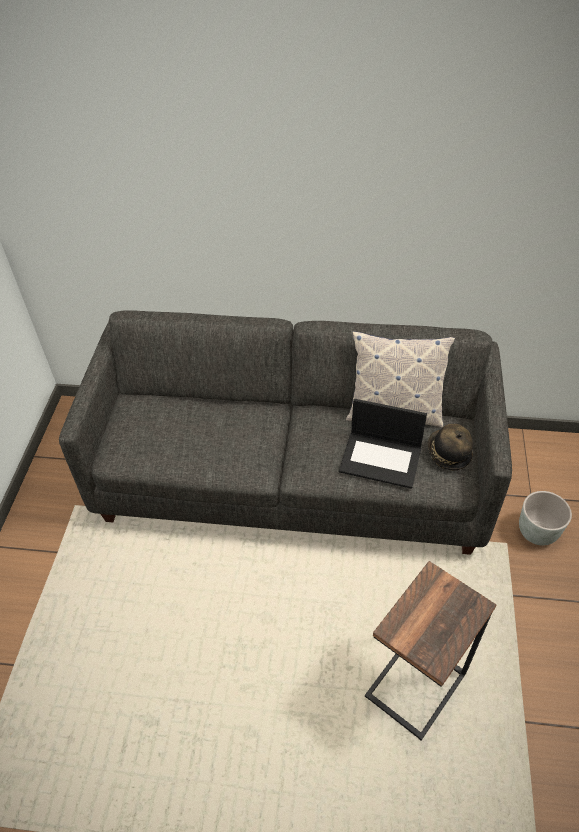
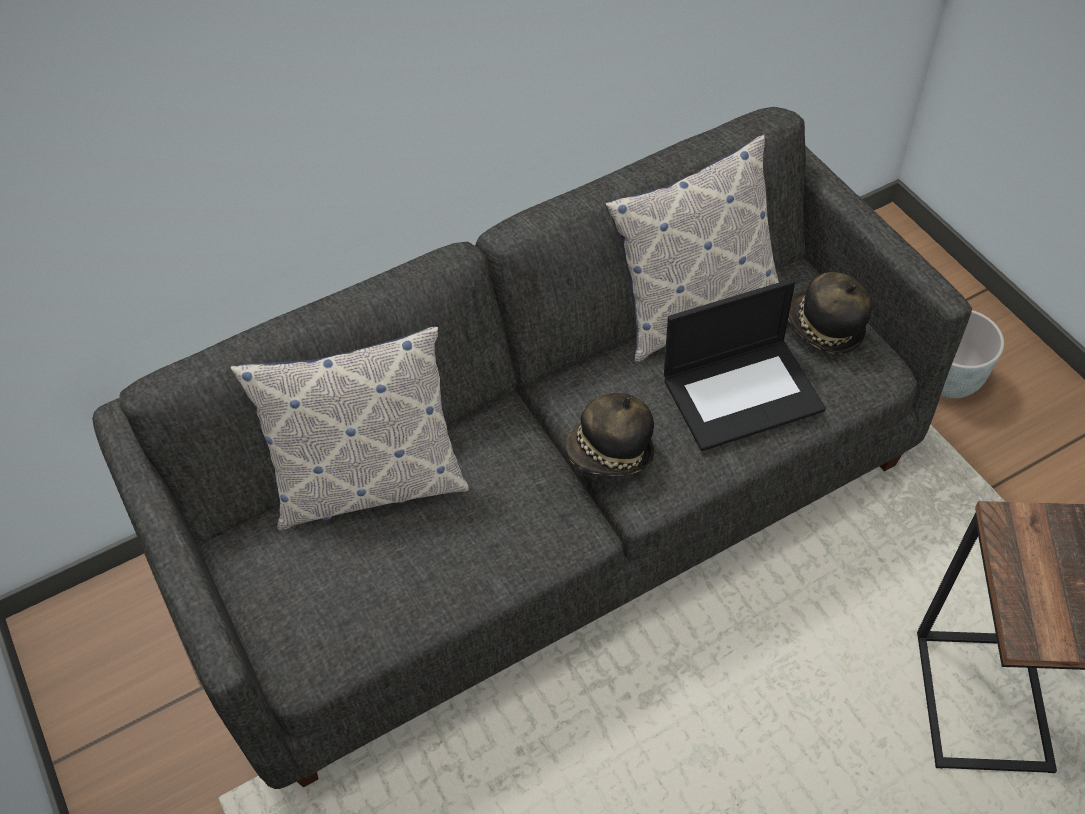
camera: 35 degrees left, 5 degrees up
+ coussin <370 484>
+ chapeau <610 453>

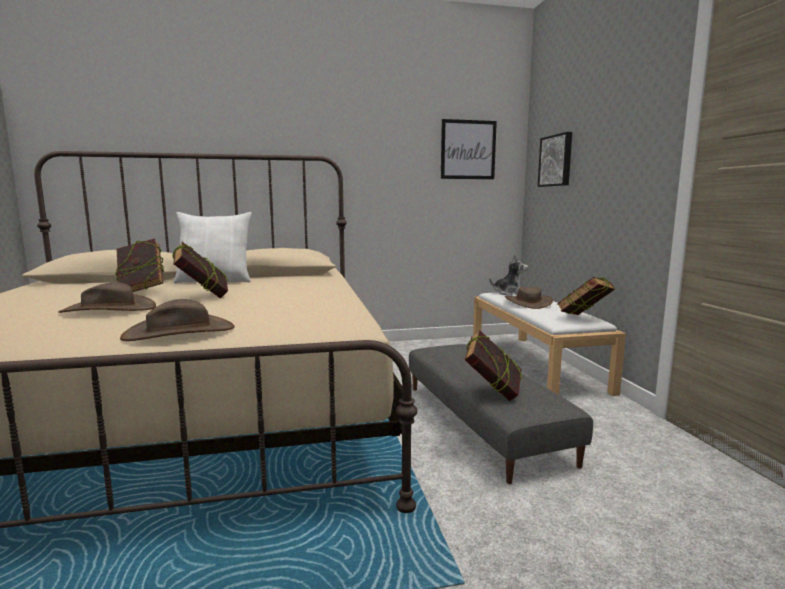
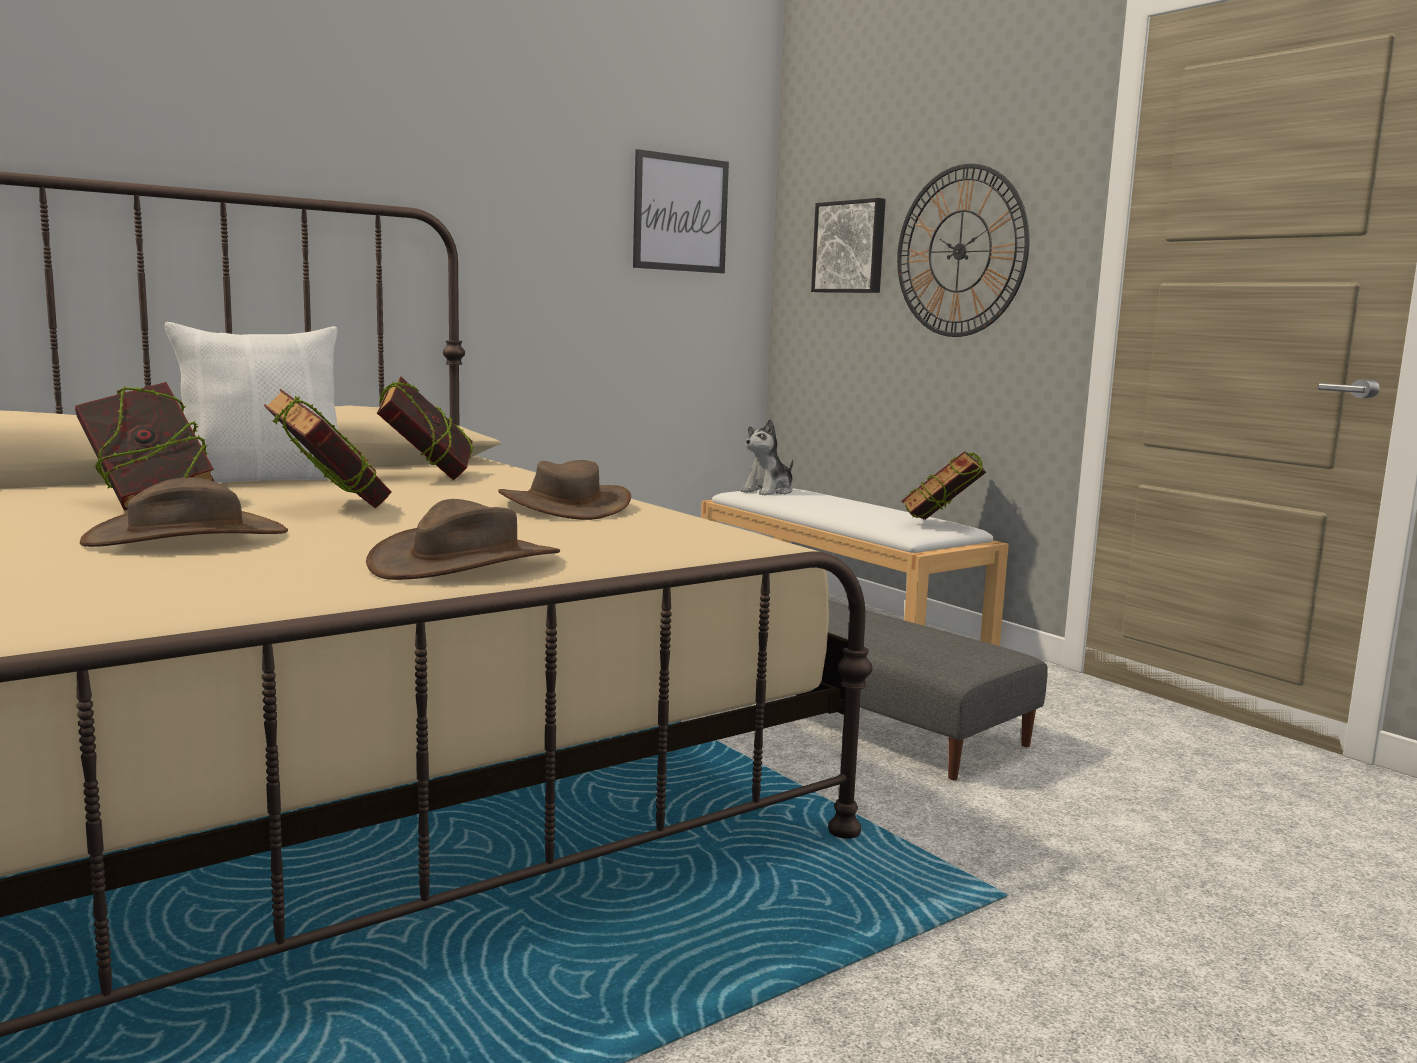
camera: 25 degrees left, 0 degrees up
~ livre <492 393> to <427 476>
~ chapeau [marron] <528 303> to <564 506>
~ peluche <509 293> = <768 491> 150 degrees clockwise
+ horloge murale <960 251>

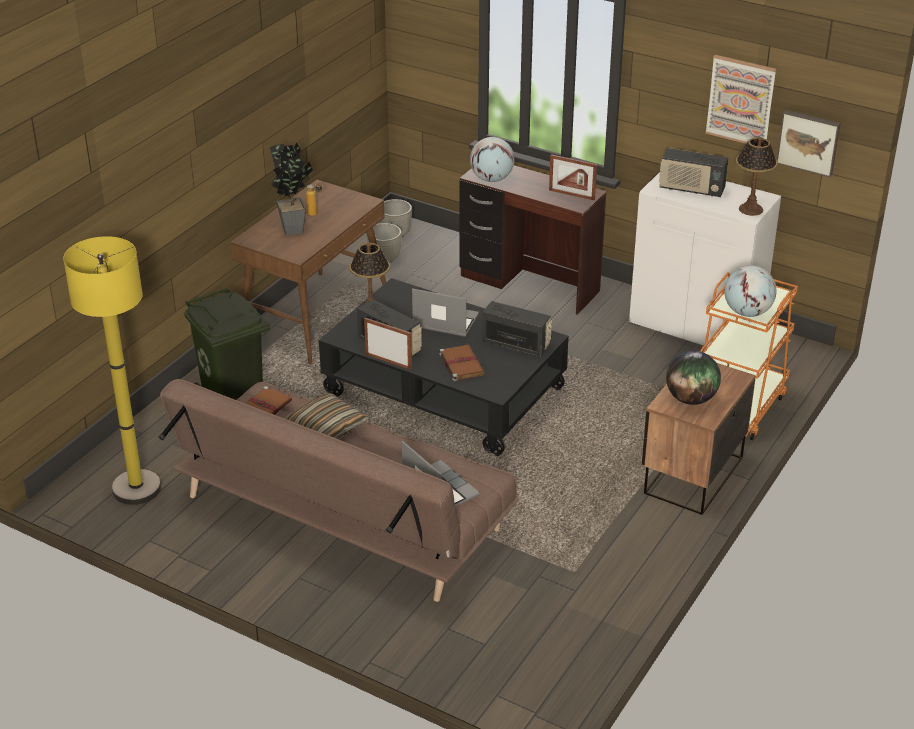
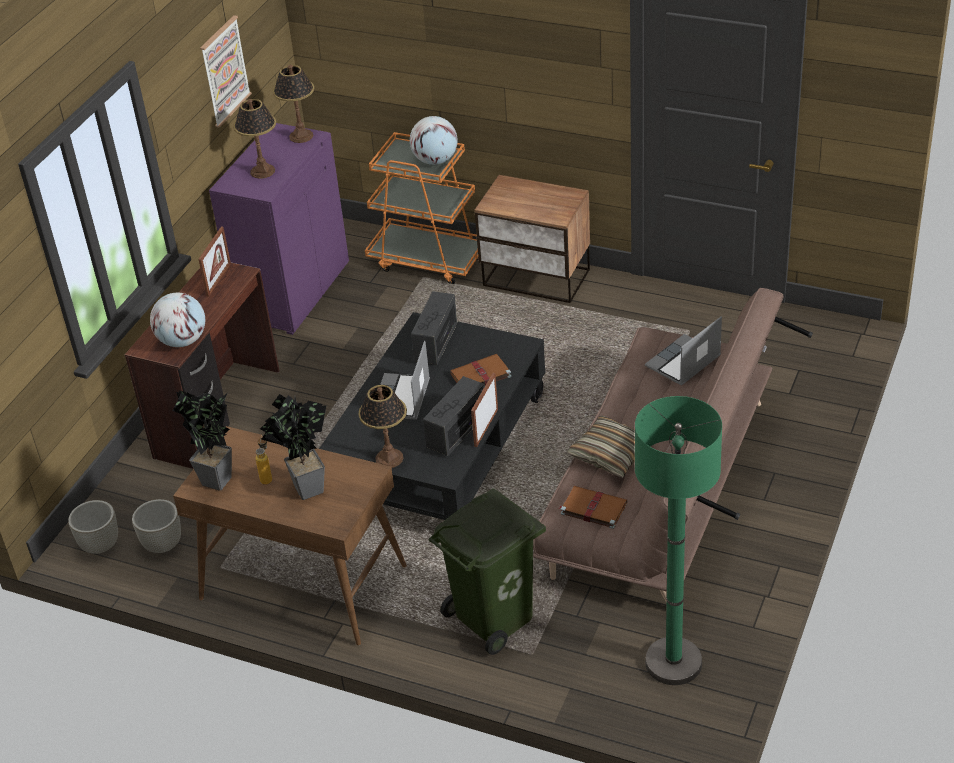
camera: 95 degrees left, 5 degrees up
+ plante en pot <219 483>
~ meuble de rangement [blanc] <696 325> to meuble de rangement [violet] <293 291>
~ radio <691 189> to lampe de table <263 171>
~ lampadaire [jaune] <136 489> to lampadaire [vert] <673 662>
- globe <691 399>
- tableau <809 142>

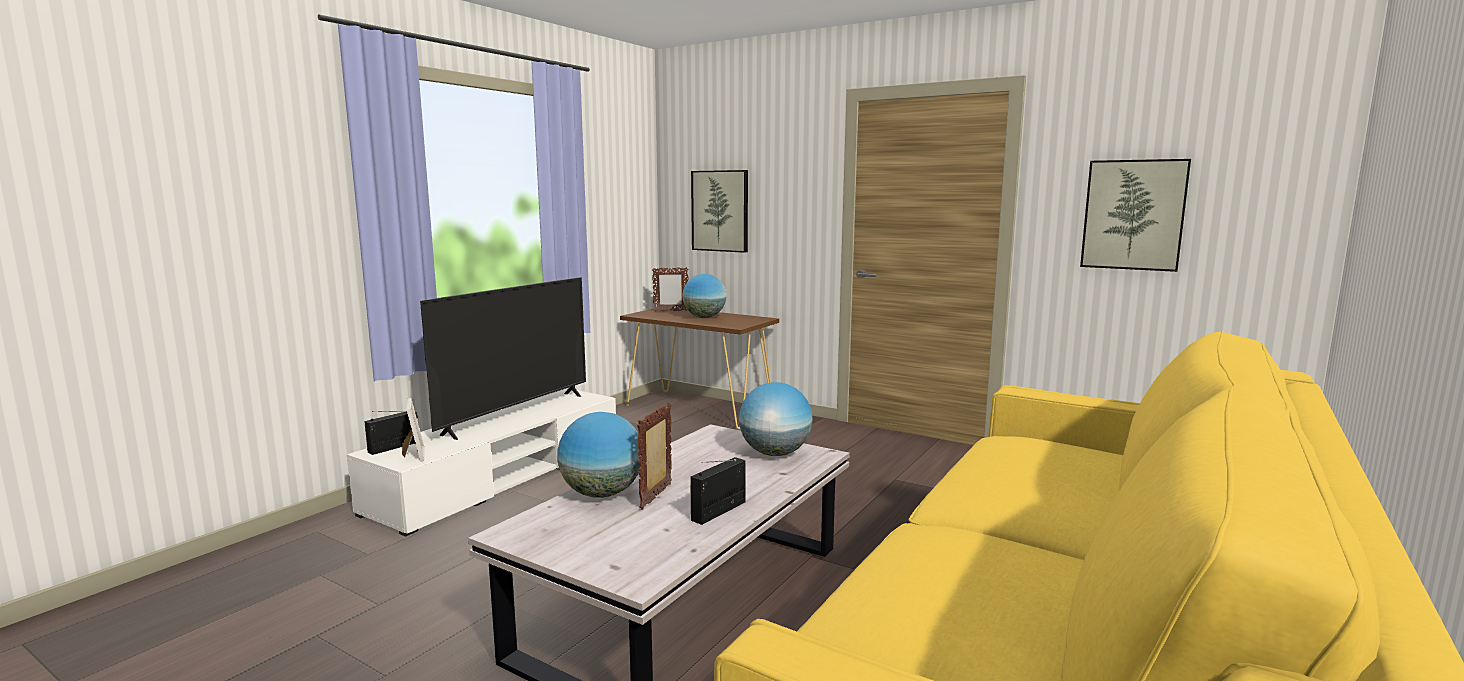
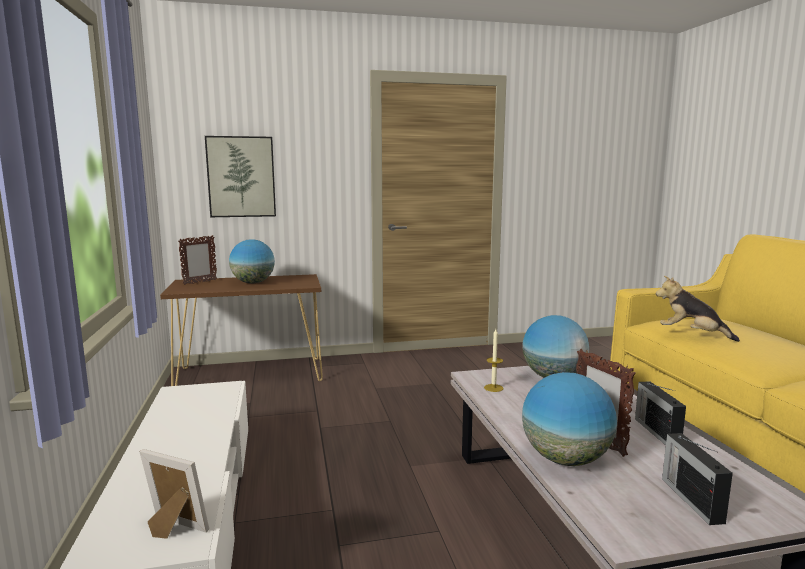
camera: 45 degrees left, 0 degrees up
+ bougie <493 388>
+ peluche <692 334>
~ radio <395 447> to <691 499>
- téléviseur <516 414>
- tableau <1133 215>

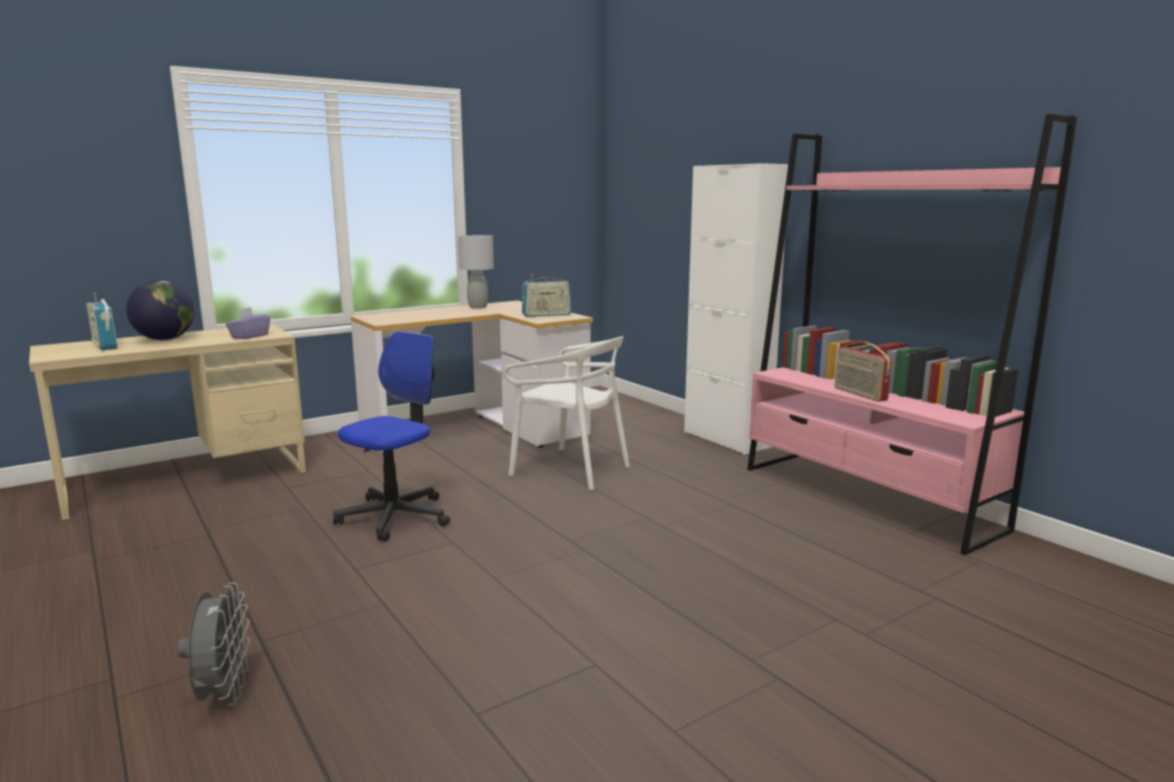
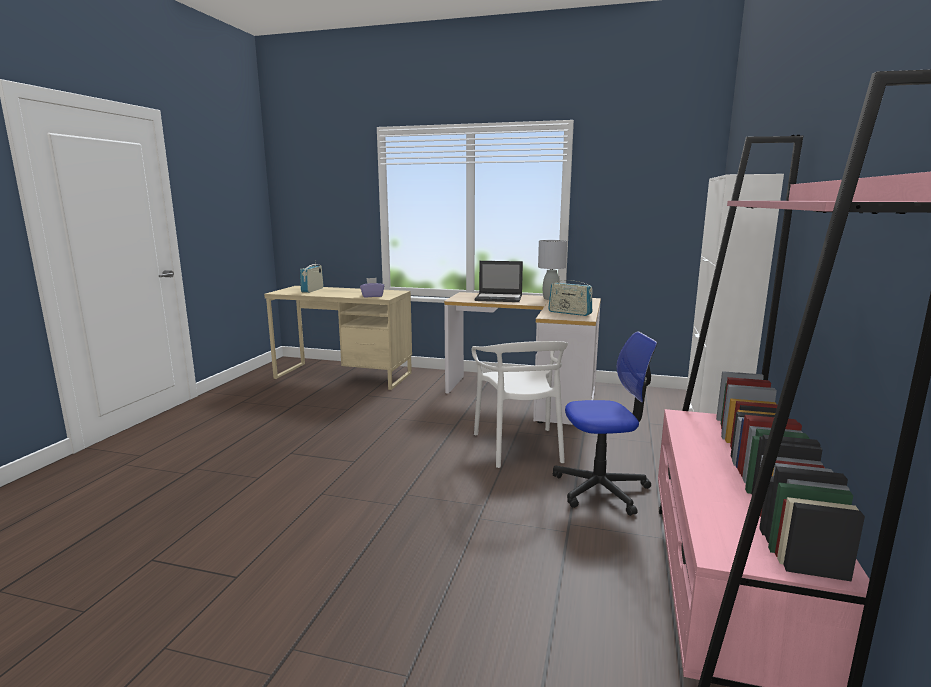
camera: 50 degrees right, 0 degrees up
+ ordinateur portable <499 298>
~ chaise de bureau <395 517> to <601 489>
- globe <165 339>
- ventilateur [gris] <223 694>
- radio <859 394>

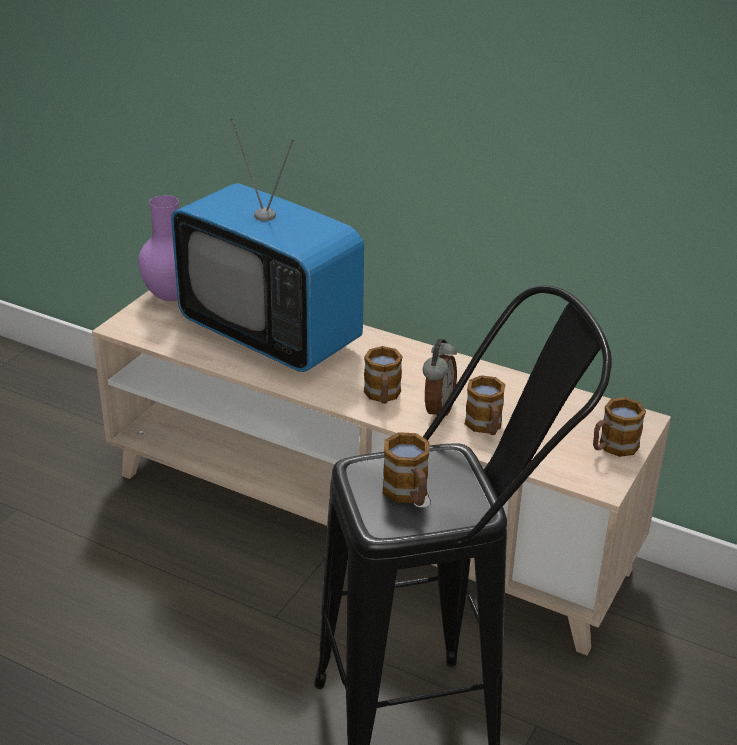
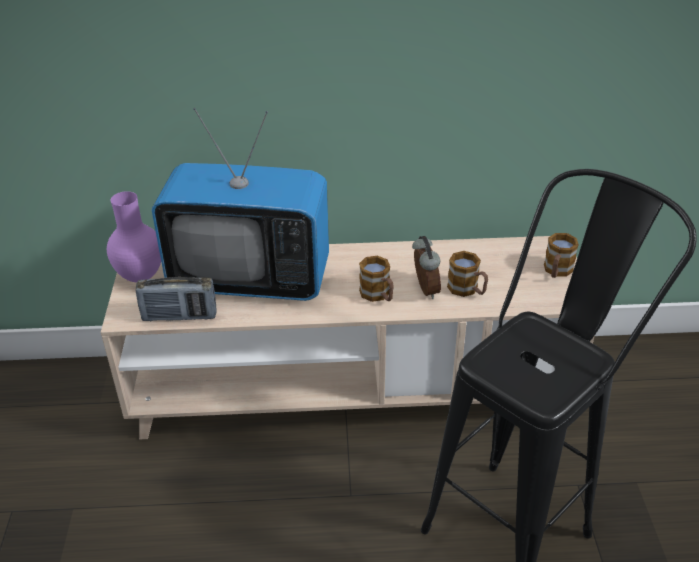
camera: 30 degrees left, 5 degrees up
+ radio <179 316>
- mug <408 495>

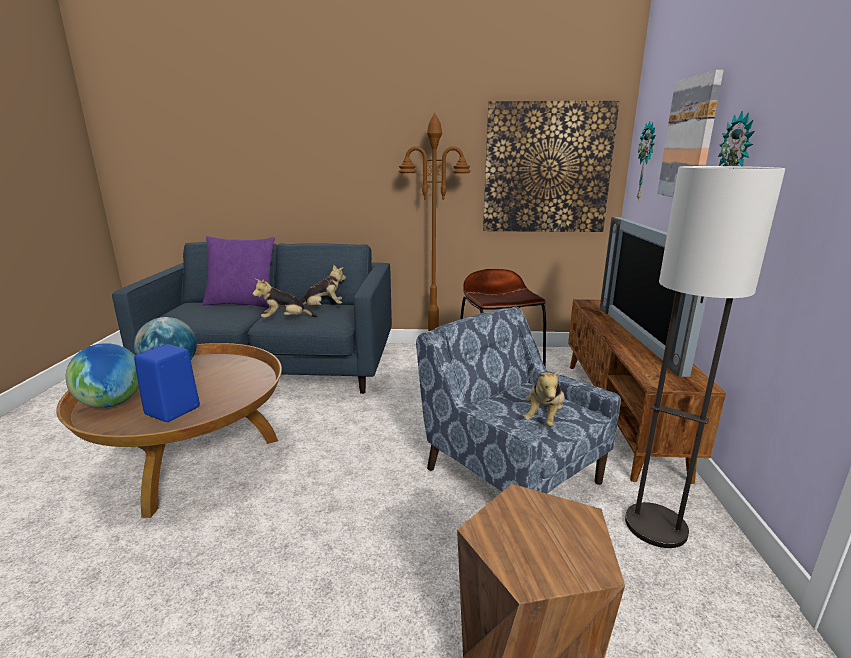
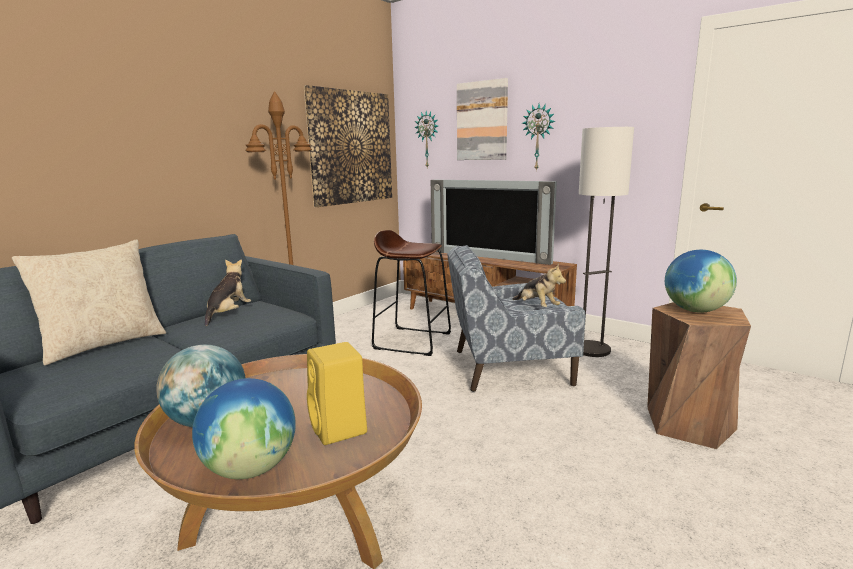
camera: 55 degrees left, 5 degrees down
~ coussin [violet] <242 303> to coussin [beige] <104 344>
~ enceinte [bleu] <171 411> to enceinte [jaune] <339 429>
+ globe <695 310>
- peluche <285 319>

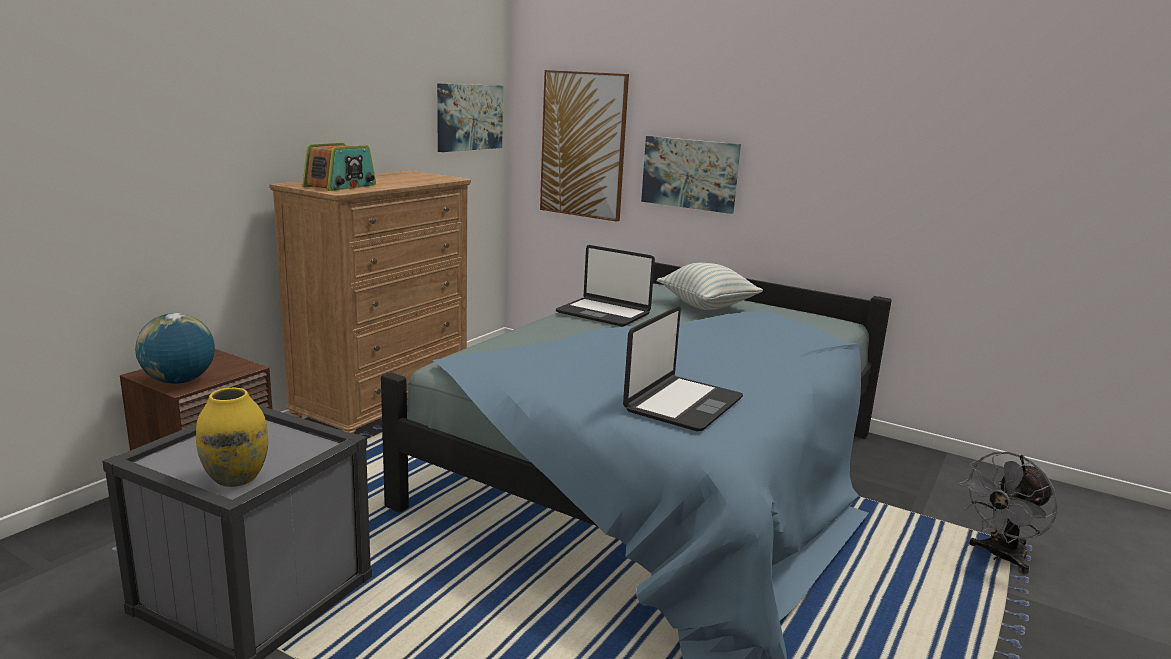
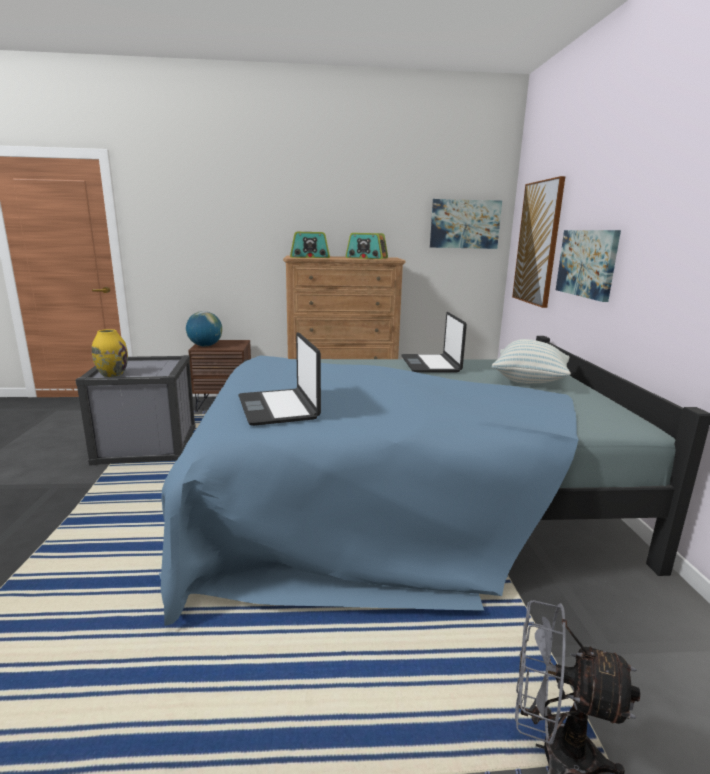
camera: 55 degrees right, 0 degrees up
~ ordinateur portable <682 404> = <279 408> 75 degrees clockwise
+ radio <366 258>

